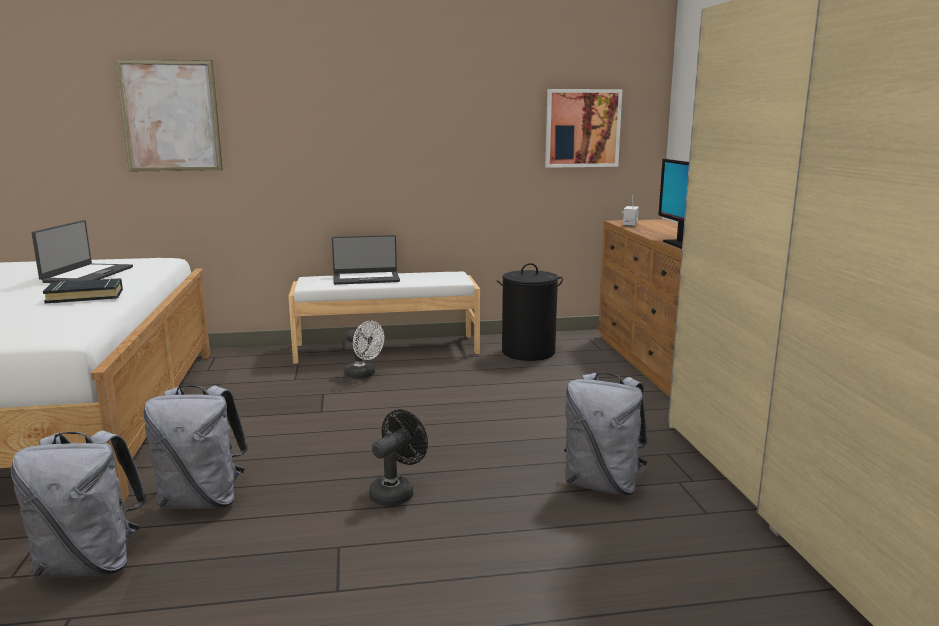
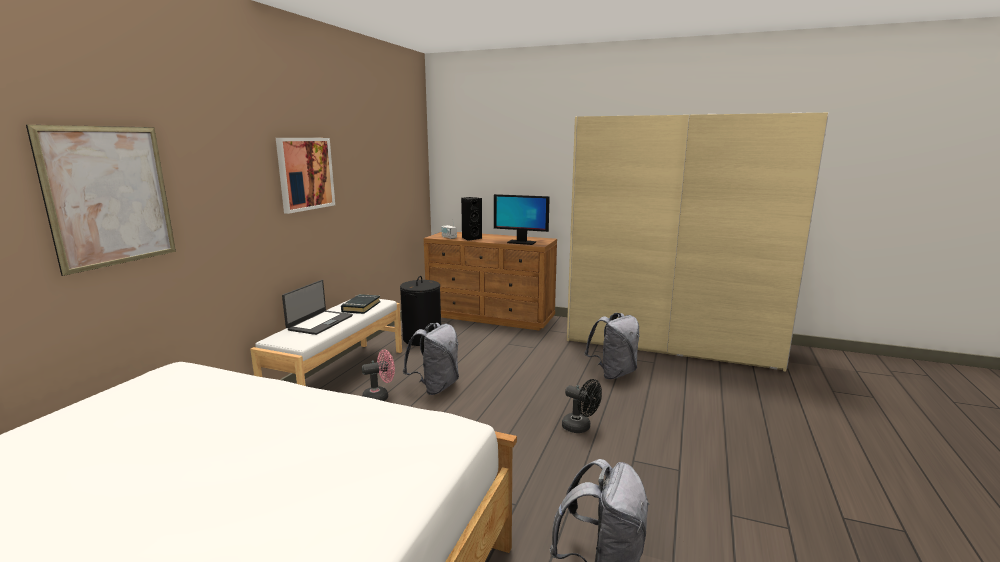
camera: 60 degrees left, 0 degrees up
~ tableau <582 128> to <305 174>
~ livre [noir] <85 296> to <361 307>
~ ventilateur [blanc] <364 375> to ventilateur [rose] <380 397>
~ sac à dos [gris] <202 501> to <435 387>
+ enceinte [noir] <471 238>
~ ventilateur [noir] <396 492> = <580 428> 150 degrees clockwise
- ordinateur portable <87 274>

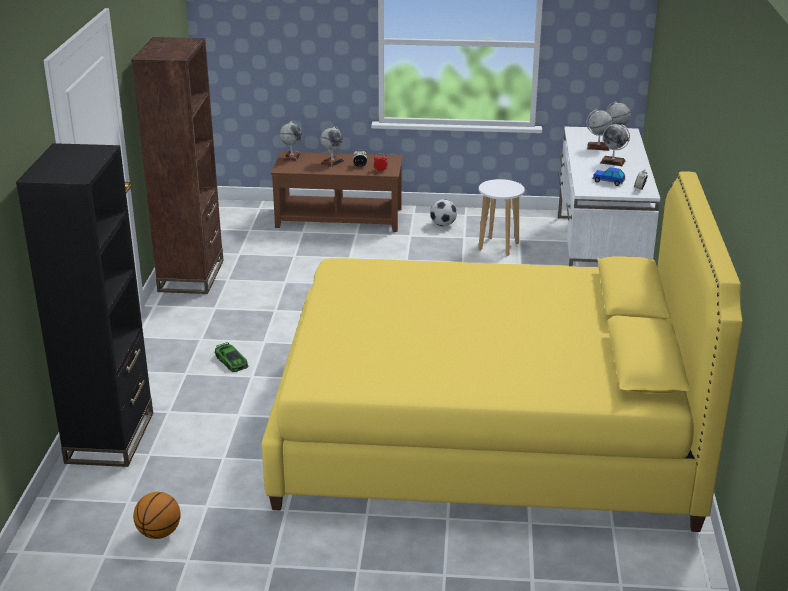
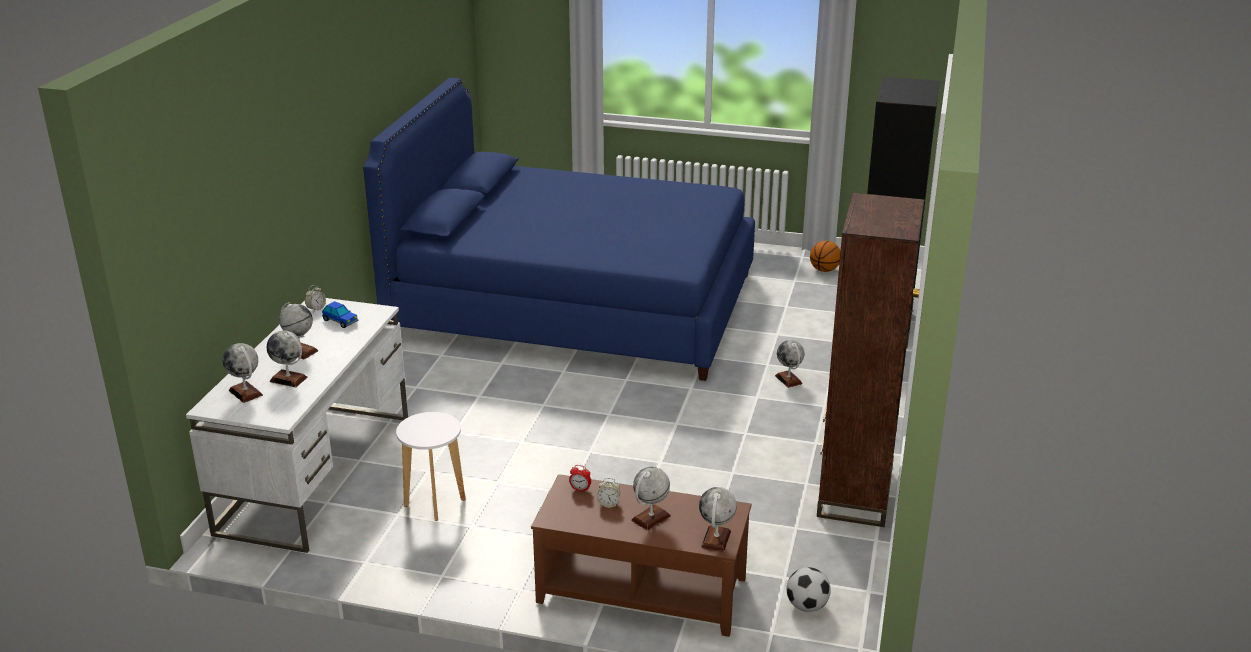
camera: 170 degrees left, 0 degrees up
~ lit [jaune] <485 431> to lit [bleu] <575 305>
~ petite voiture <231 361> to globe <788 379>
~ ballon de foot <443 225> to <806 606>

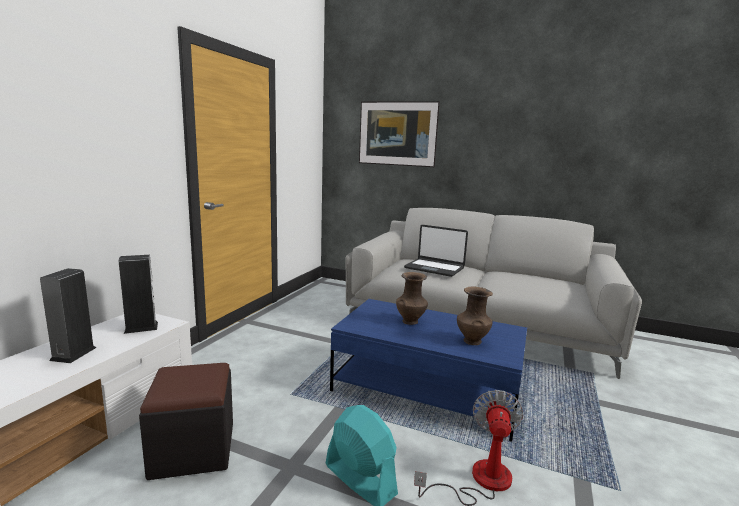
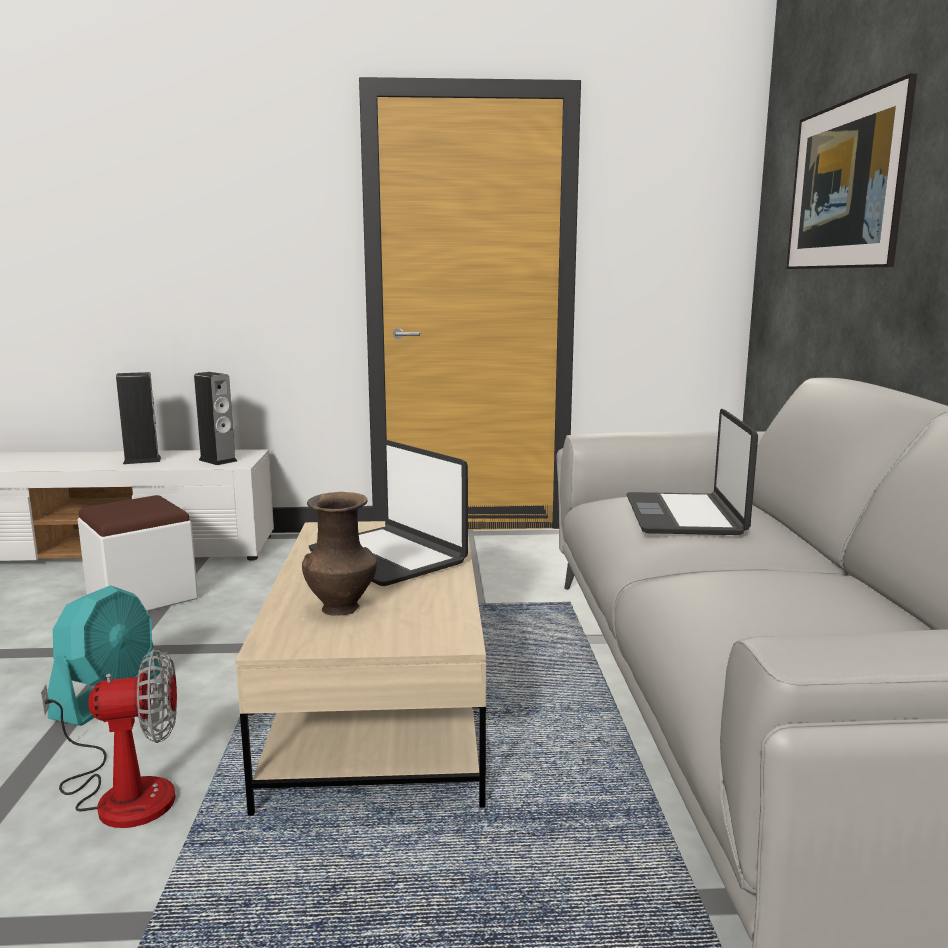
camera: 65 degrees right, 0 degrees up
~ pouf [noir] <193 450> to pouf [blanc] <142 596>
~ table basse [bleu] <427 389> to table basse [beige] <381 701>
~ vase [marron] <410 321> to ordinateur portable <388 557>

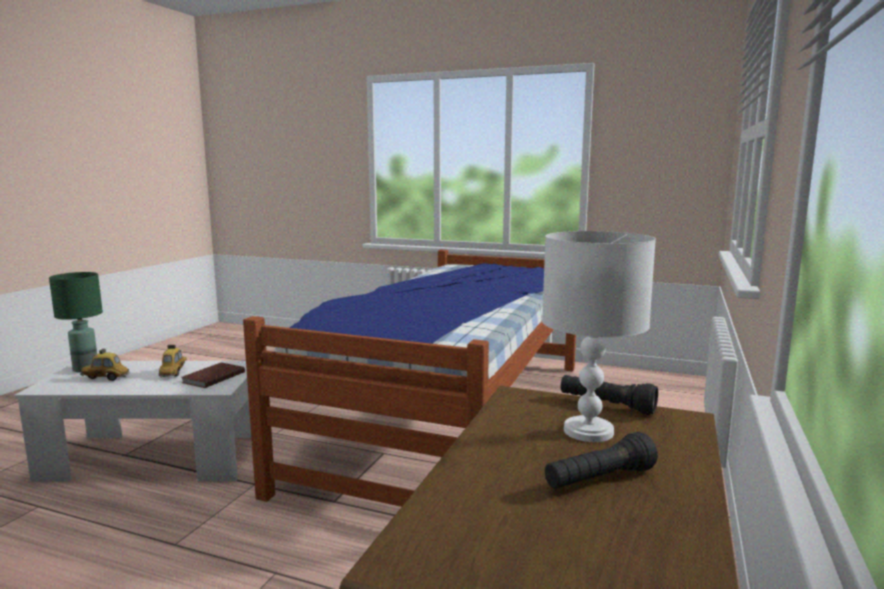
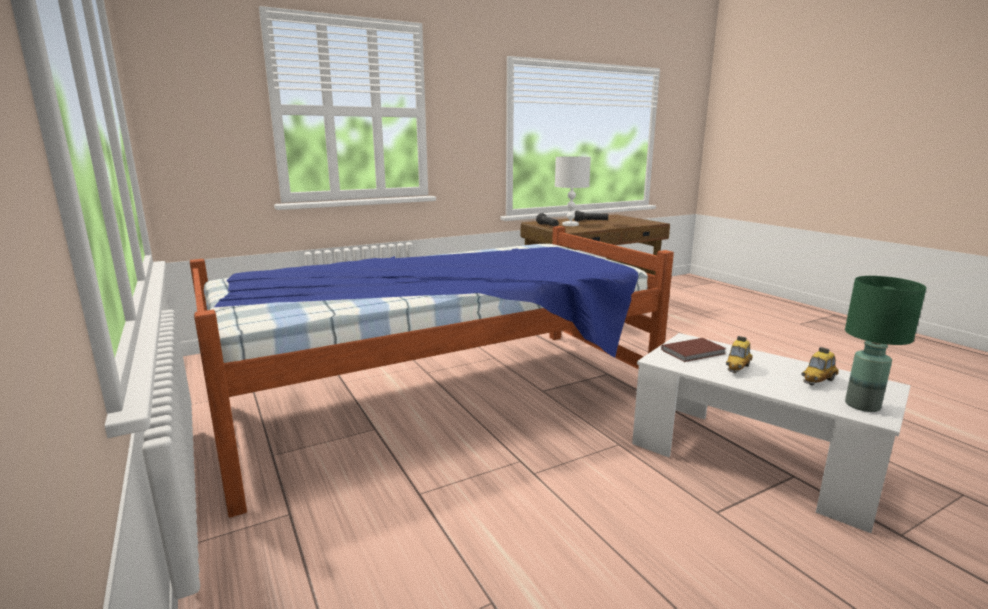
camera: 140 degrees left, 5 degrees up
~ petite voiture <105 378> = <817 381> 105 degrees clockwise

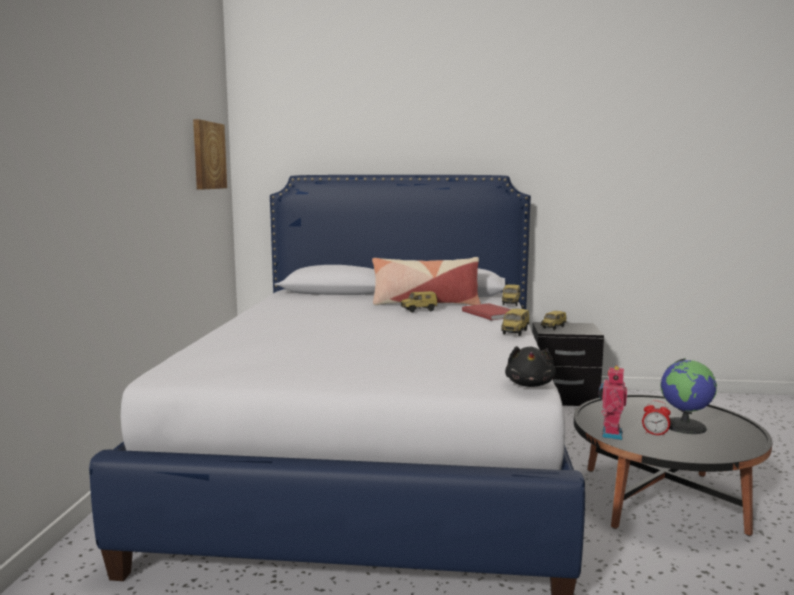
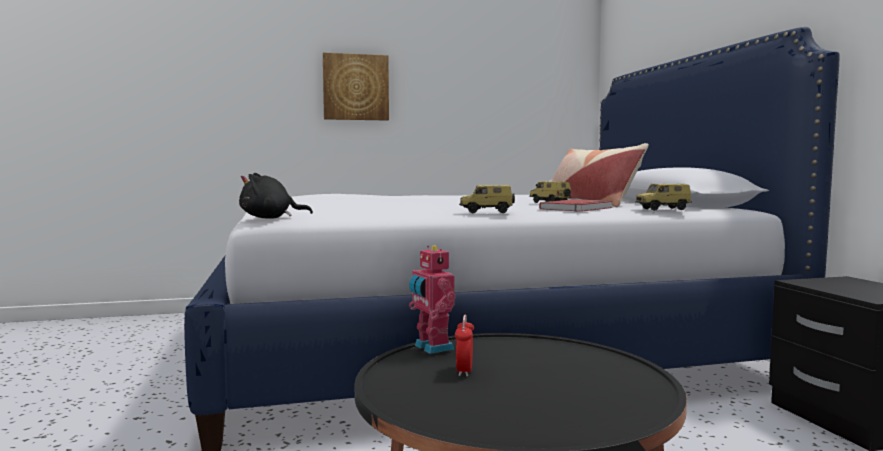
camera: 70 degrees right, 5 degrees down
~ tableau <208 155> to <355 87>
~ robot jouet <610 434> = <431 348> 120 degrees counterclockwise
- petite voiture <553 328>
- globe <685 426>

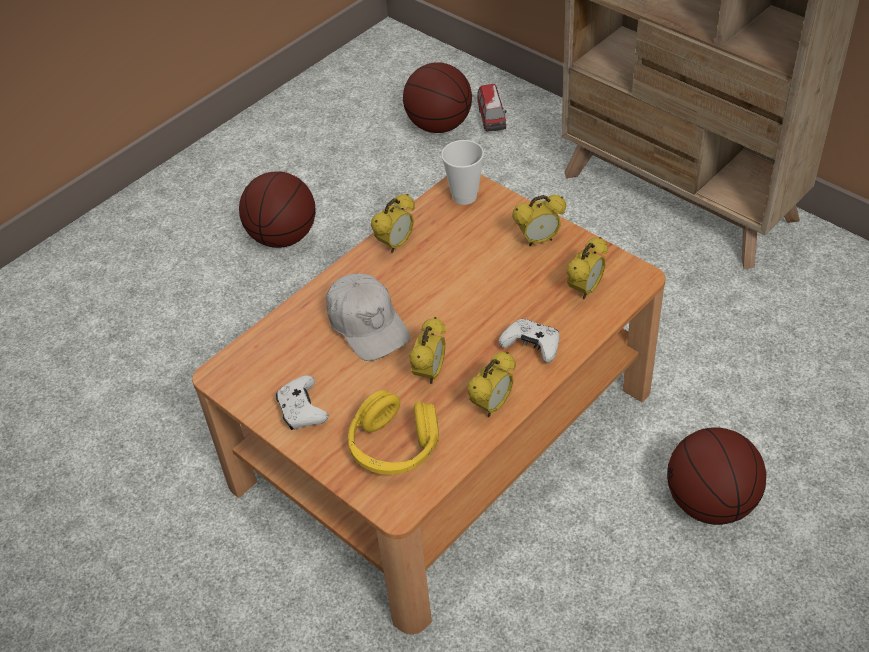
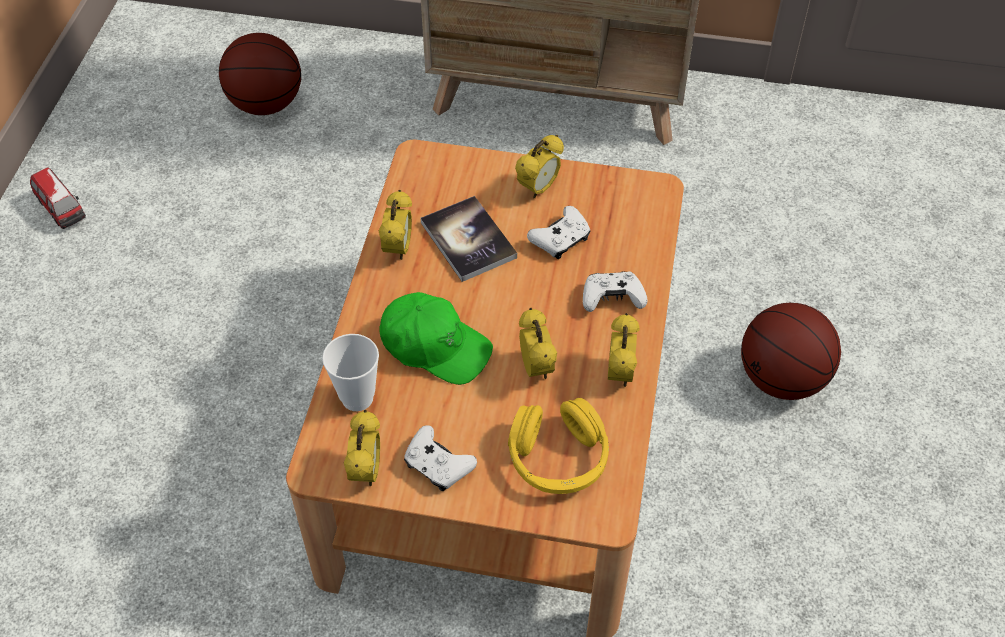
camera: 35 degrees left, 5 degrees up
~ petite voiture <492 119> to <62 209>
~ tasse <464 196> to <357 398>
~ réveil <585 289> to <366 472>
~ casquette [blanc] <367 325> to casquette [vert] <435 346>
+ livre <468 240>
+ manette [blanc] <561 240>
- ballon de basket <283 237>

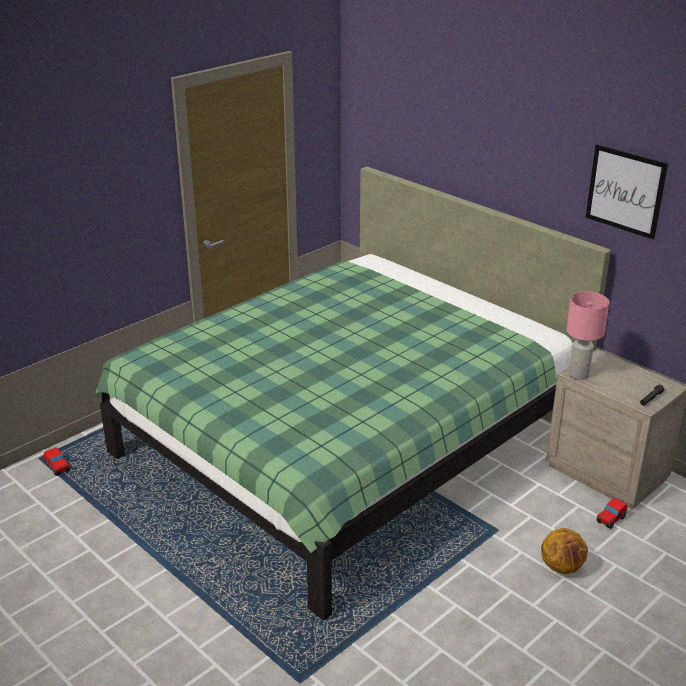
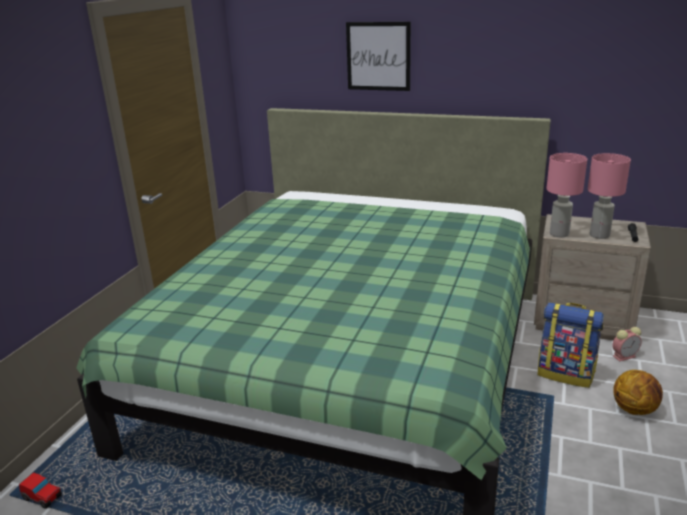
camera: 25 degrees left, 5 degrees down
~ tableau <625 191> to <378 56>
+ sac à dos <566 373>
+ lampe de table [rose] <600 235>
~ petite voiture <610 520> to réveil <624 356>

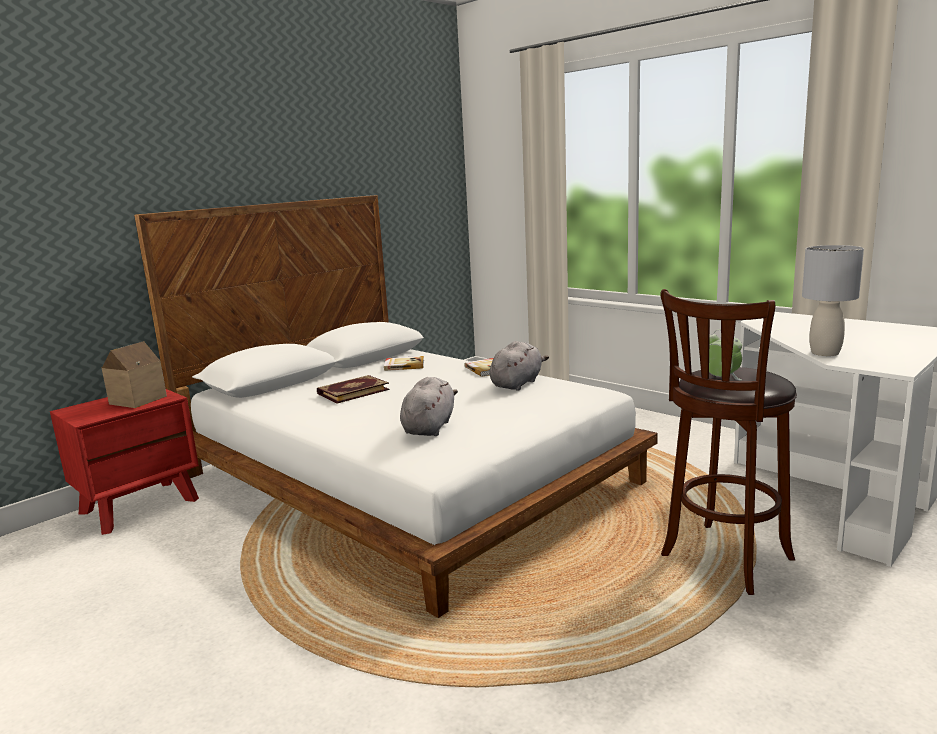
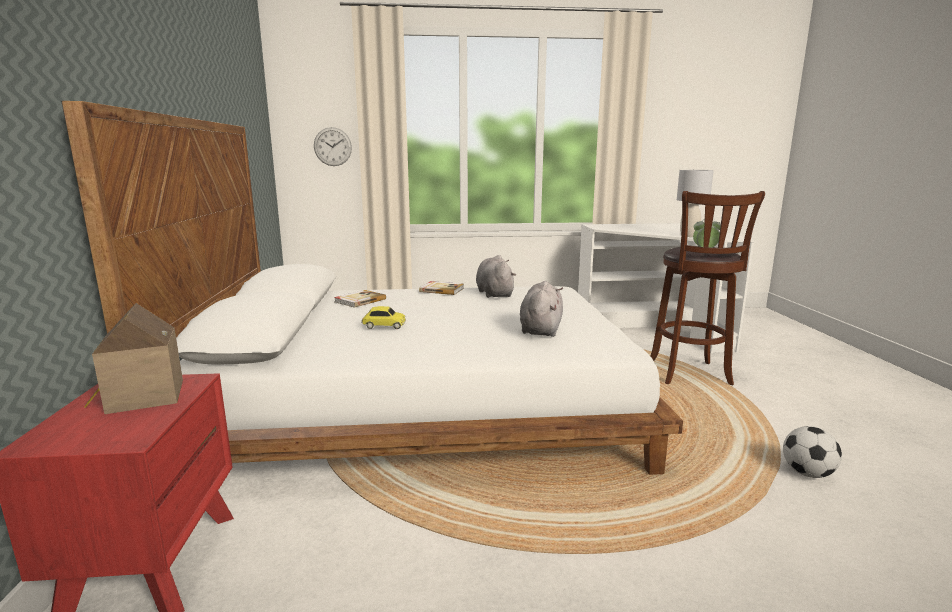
camera: 50 degrees left, 0 degrees up
+ horloge murale <332 146>
~ livre <352 391> to petite voiture <384 326>
~ peluche [gris] <429 427> = <541 329> 45 degrees clockwise
+ ballon de foot <807 473>

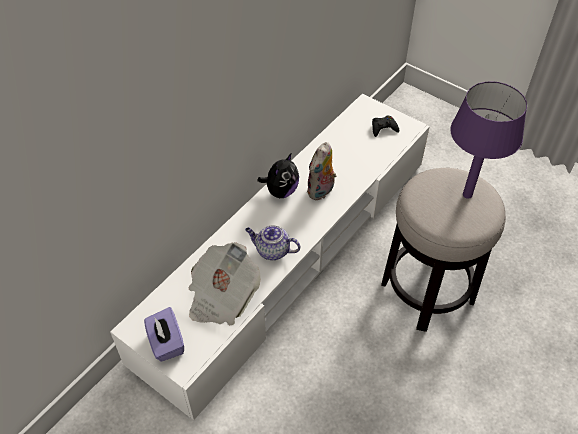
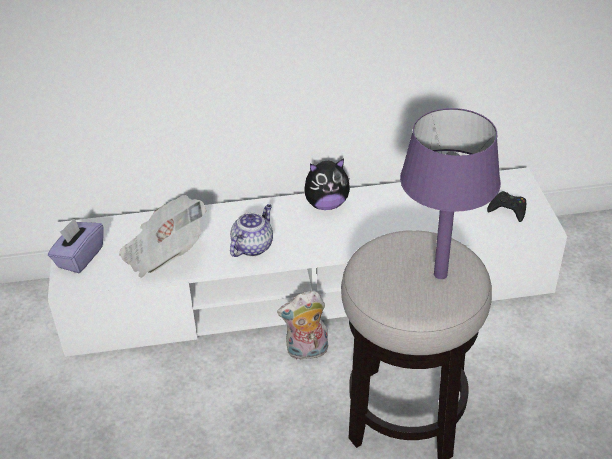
camera: 45 degrees right, 10 degrees down
~ théière <272 251> = <252 246> 60 degrees clockwise
~ peluche <321 191> to <306 352>

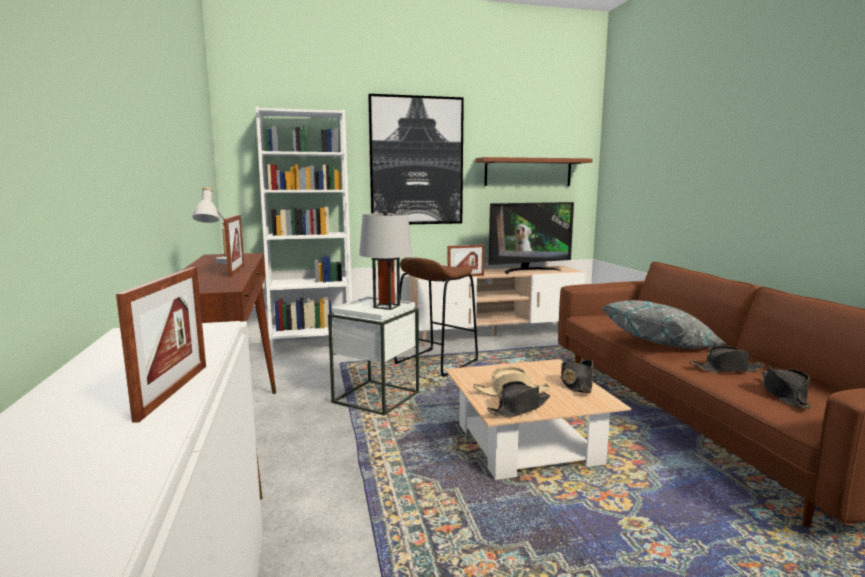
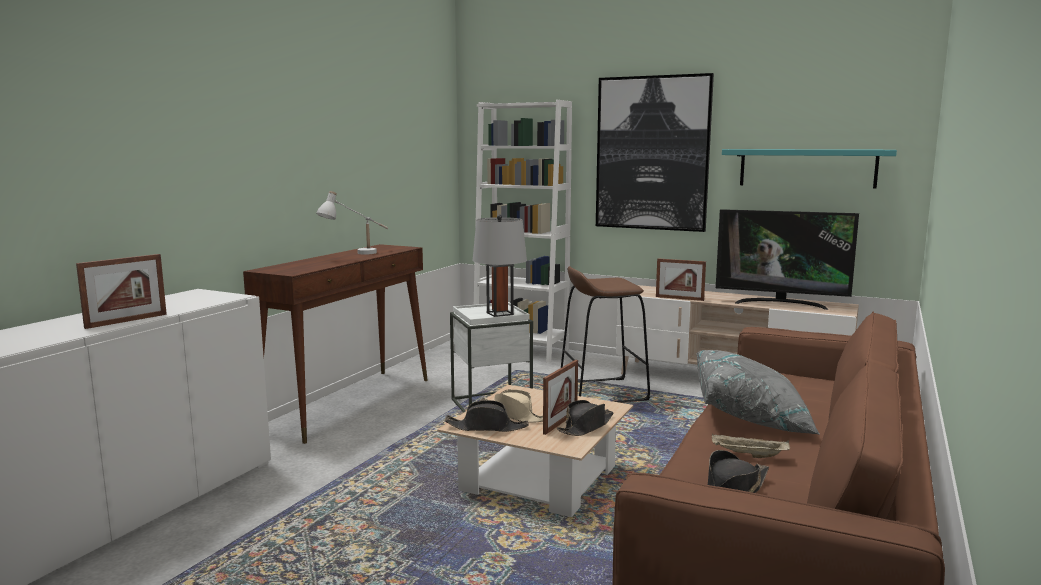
camera: 40 degrees right, 0 degrees up
~ cadre photo <236 271> to <560 422>
~ chapeau [noir] <727 369> to plateau [beige] <748 455>
~ étagère [marron] <528 172> to étagère [turquoise] <807 168>

